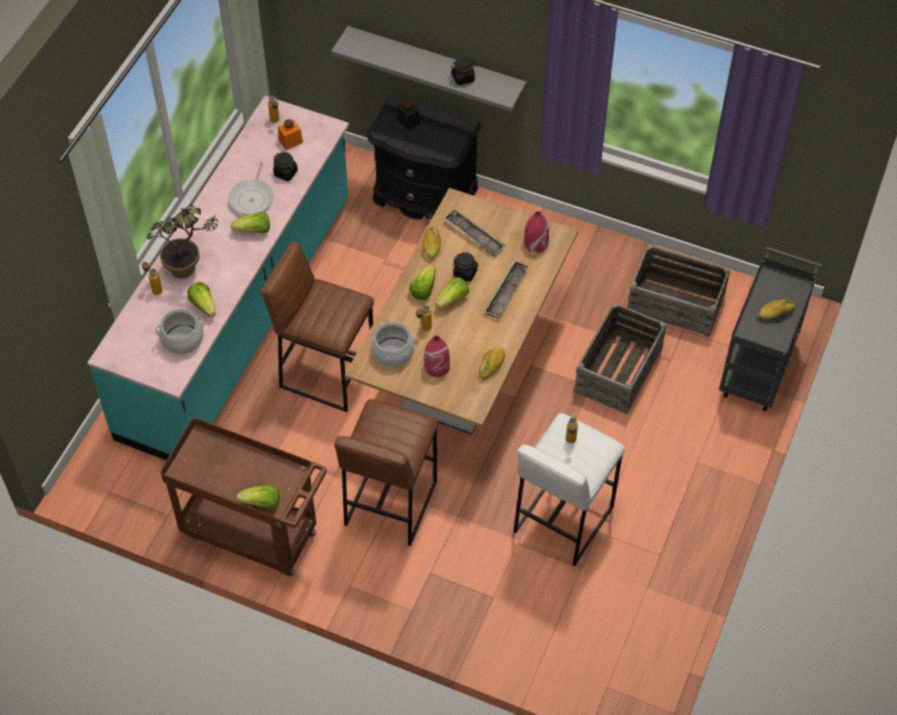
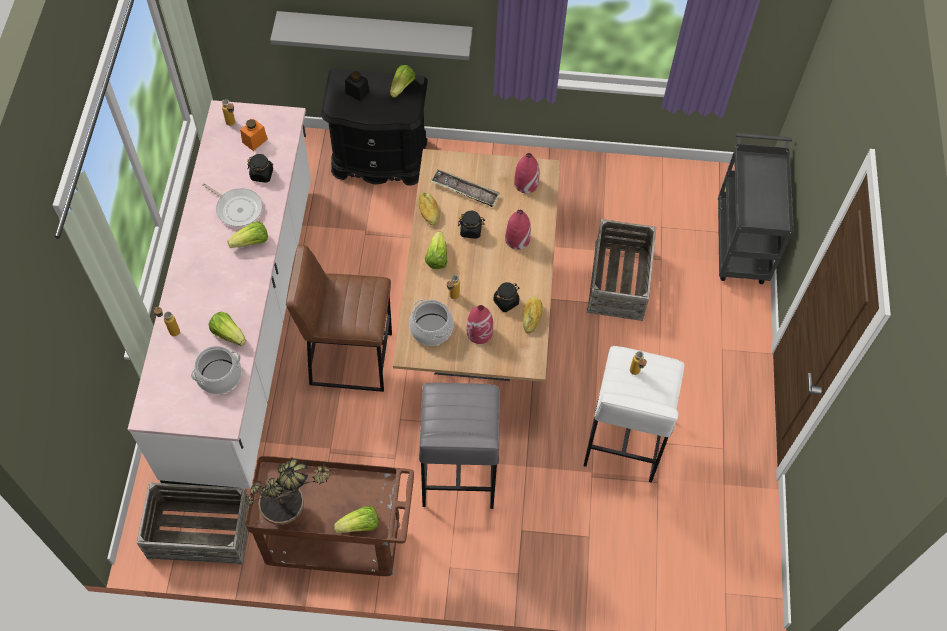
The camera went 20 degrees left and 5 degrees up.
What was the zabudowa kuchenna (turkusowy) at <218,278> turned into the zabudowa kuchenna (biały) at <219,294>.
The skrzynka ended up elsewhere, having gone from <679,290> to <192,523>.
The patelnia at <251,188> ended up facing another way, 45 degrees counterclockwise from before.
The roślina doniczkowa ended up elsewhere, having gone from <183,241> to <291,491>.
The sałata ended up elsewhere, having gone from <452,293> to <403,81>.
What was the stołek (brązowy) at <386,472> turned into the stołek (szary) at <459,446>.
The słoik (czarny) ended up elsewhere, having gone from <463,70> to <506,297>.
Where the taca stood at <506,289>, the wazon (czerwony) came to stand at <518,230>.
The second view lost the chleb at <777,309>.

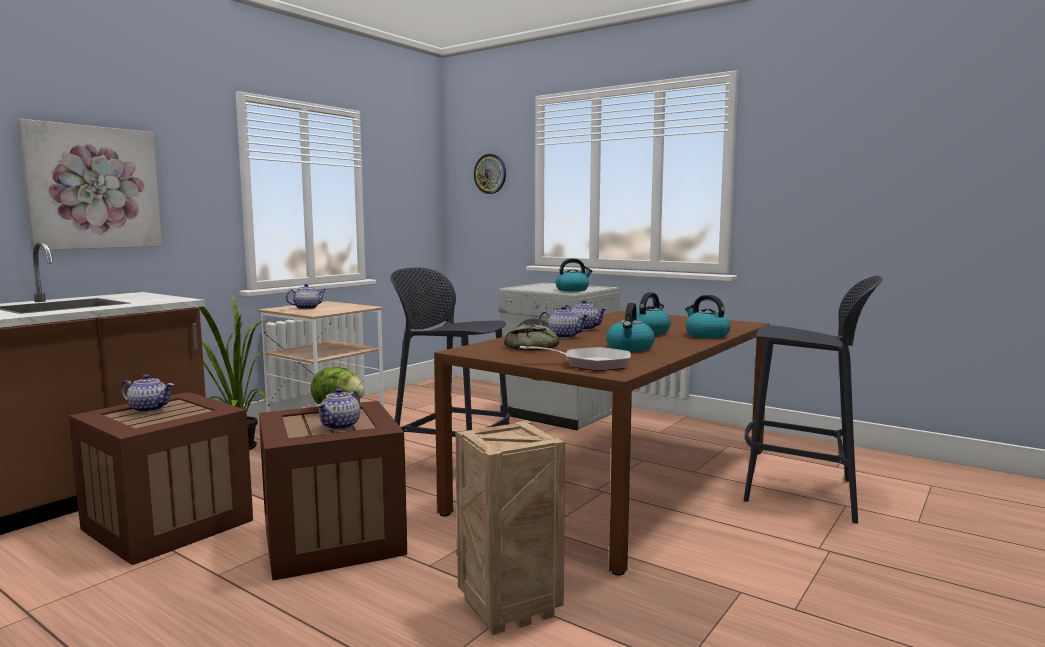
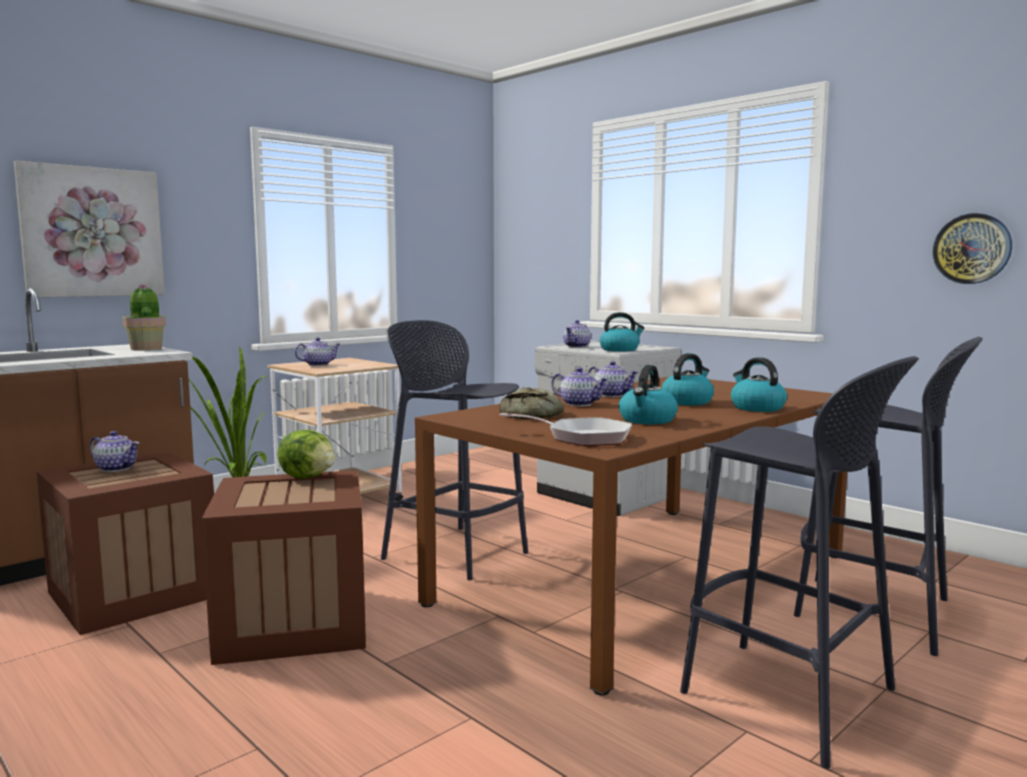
The camera went 10 degrees right and 0 degrees up.
The second view gained the roślina doniczkowa at <144,317>.
The imbryk ended up elsewhere, having gone from <338,409> to <577,334>.
The second view gained the stołek (szary) at <799,562>.
The zegar ścienny ended up elsewhere, having gone from <490,174> to <972,248>.
The second view lost the skrzynka at <510,527>.

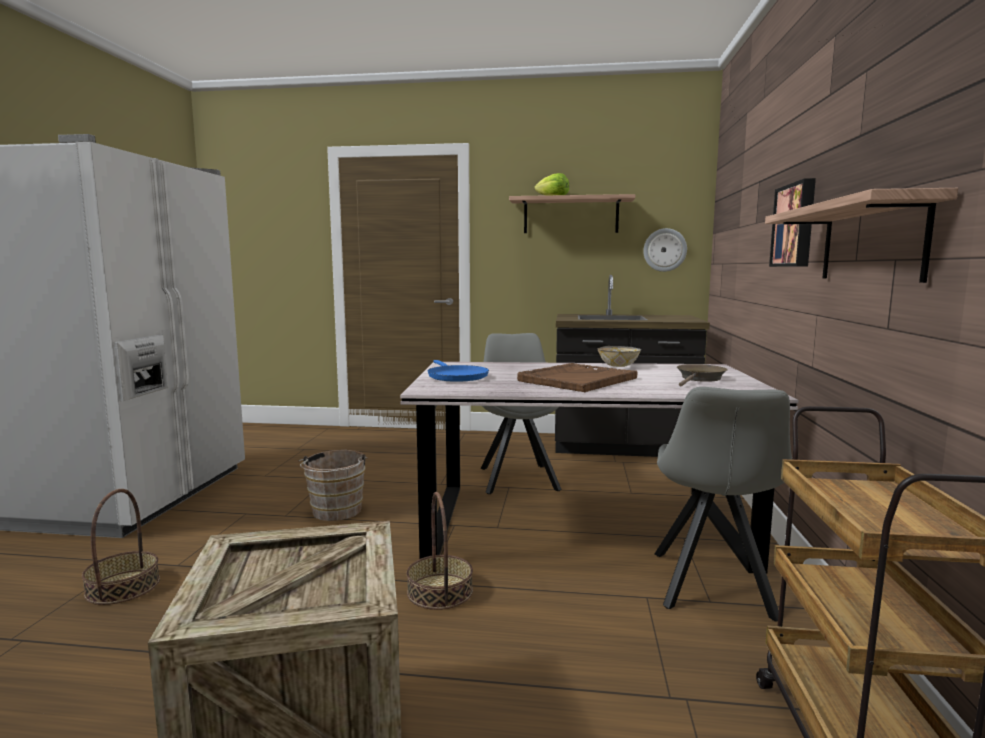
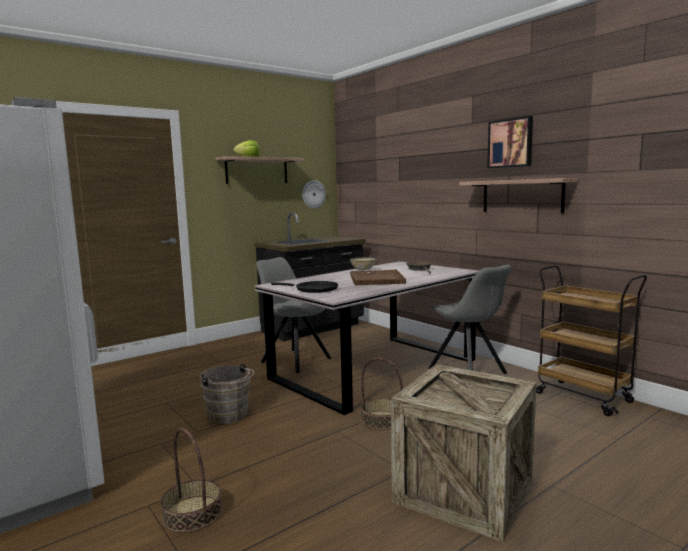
The camera went 45 degrees left and 0 degrees up.
What was the patelnia (niebieski) at <458,371> turned into the patelnia (czarny) at <304,287>.
The obraz ended up elsewhere, having gone from <792,222> to <510,142>.

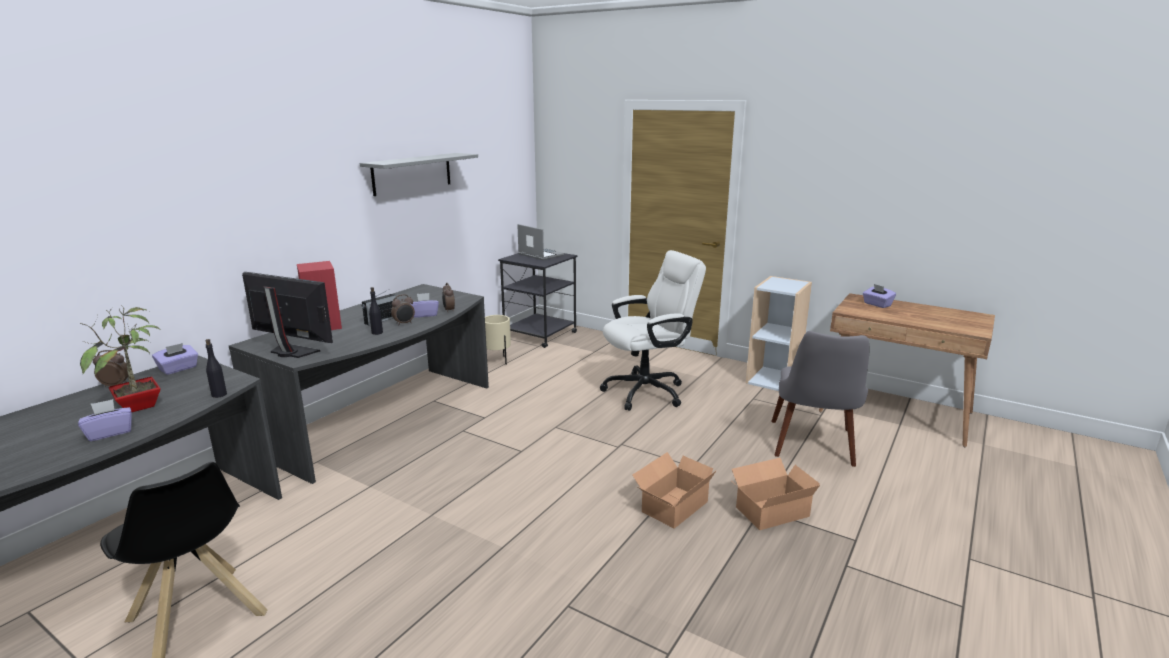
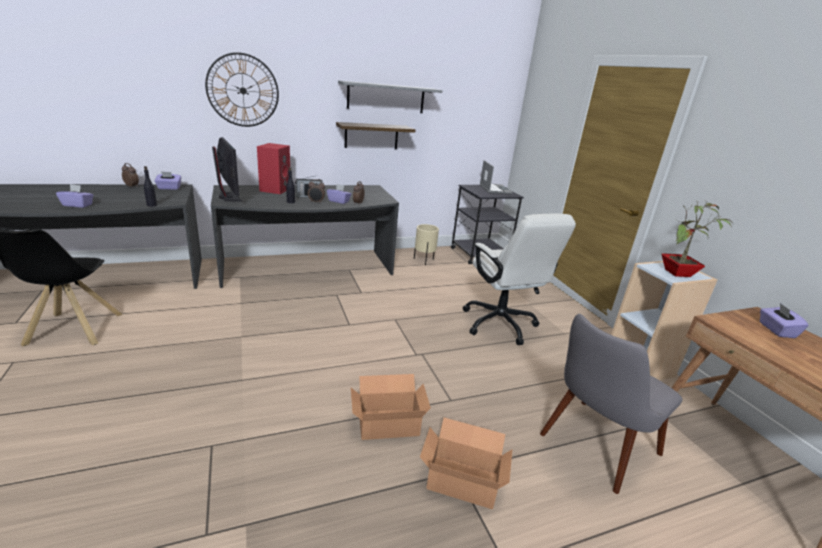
The camera went 35 degrees right and 5 degrees up.
The second view gained the zegar ścienny at <242,89>.
The second view gained the półka at <376,136>.
The krzesło biurowe (biały) at <653,330> ended up facing another way, 60 degrees clockwise from before.
The roślina doniczkowa ended up elsewhere, having gone from <120,358> to <697,238>.

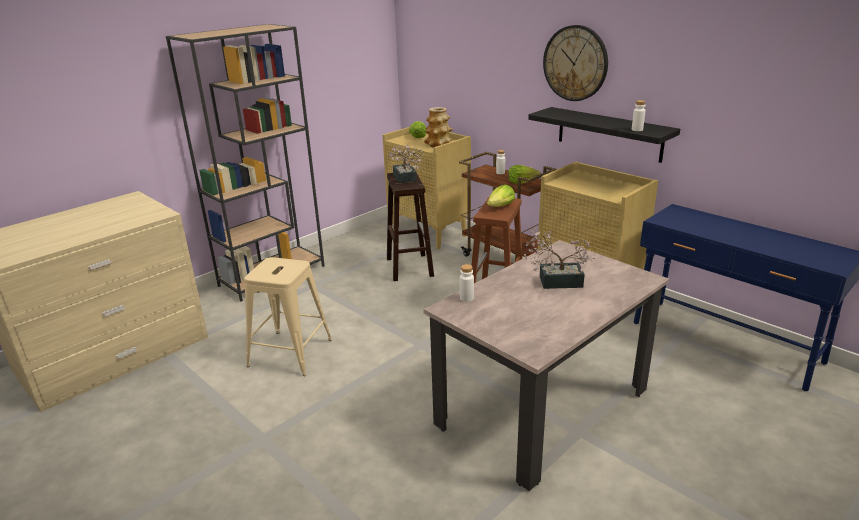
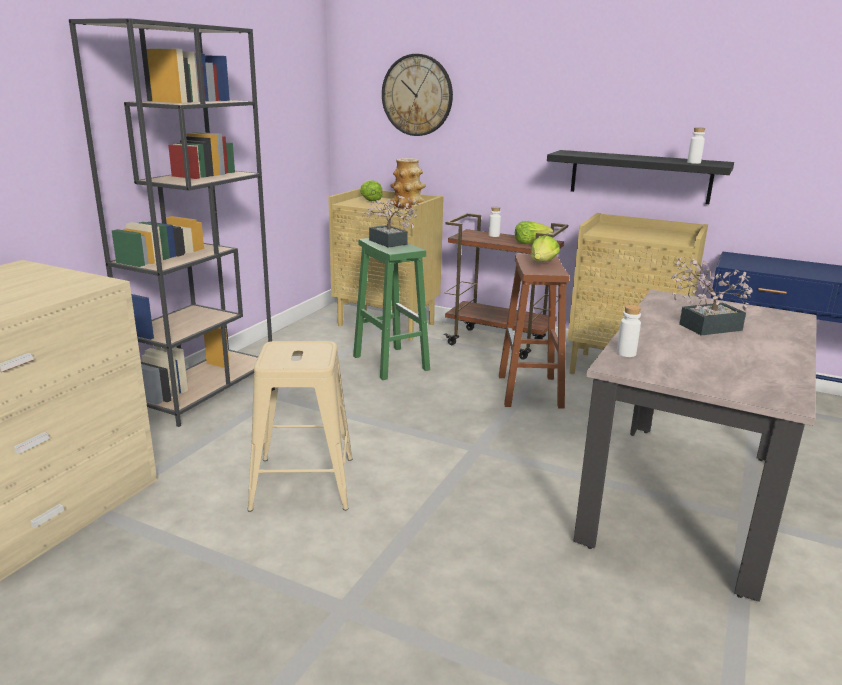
The camera went 20 degrees left and 5 degrees down.
What was the stołek (brązowy) at <410,226> turned into the stołek (zielony) at <391,309>.
The zegar ścienny ended up elsewhere, having gone from <575,63> to <417,95>.

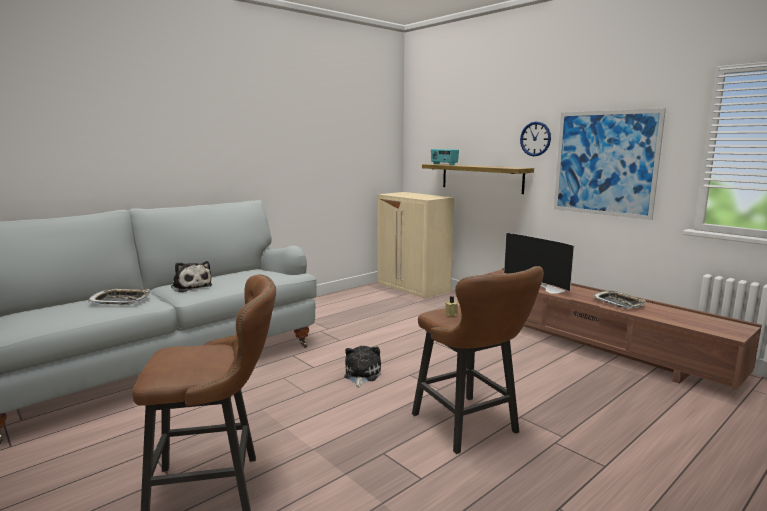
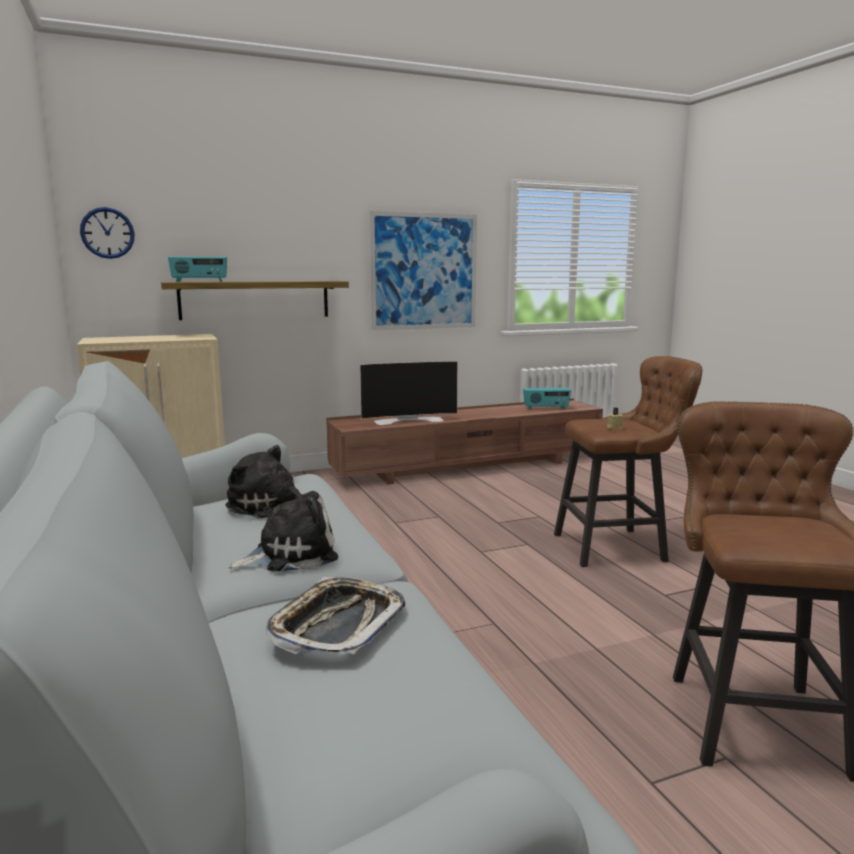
The camera went 70 degrees left and 0 degrees up.
The zegar ścienny ended up elsewhere, having gone from <535,138> to <107,233>.
The pluszak ended up elsewhere, having gone from <362,367> to <260,481>.
The second view gained the radio at <547,399>.
The second view lost the taca at <619,300>.

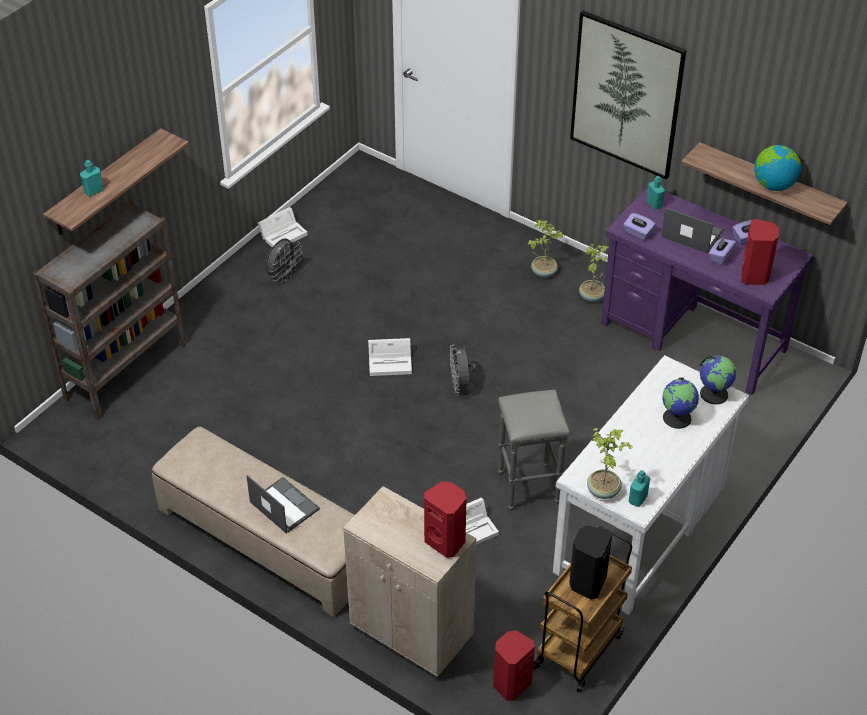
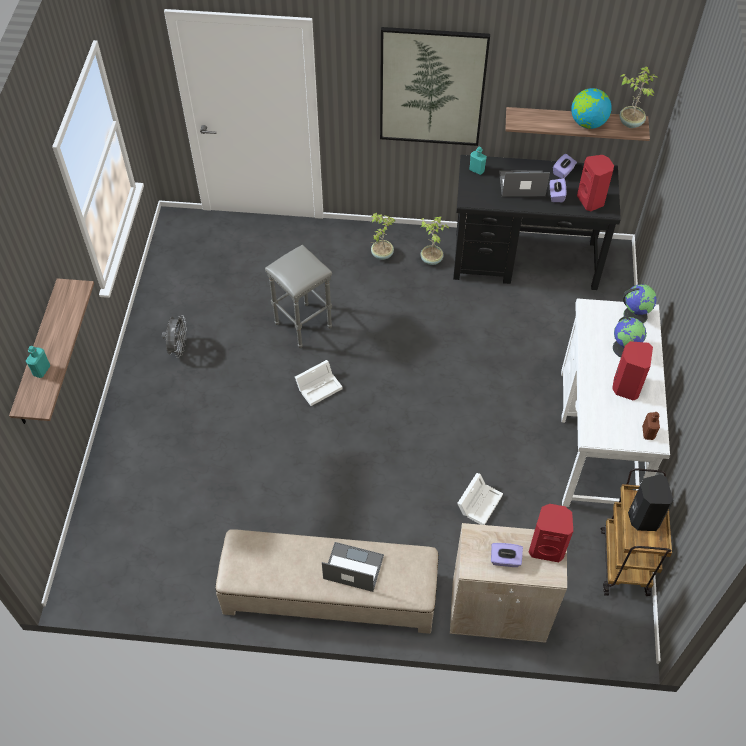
The camera went 30 degrees left and 10 degrees up.
The stołek (szary) ended up elsewhere, having gone from <534,450> to <298,296>.
What was the biurko (fioletowy) at <707,291> turned into the biurko (czarny) at <537,222>.
The pudełko chusteczek (fioletowy) ended up elsewhere, having gone from <639,226> to <507,555>.
The głośnik (czerwony) ended up elsewhere, having gone from <514,665> to <632,371>.
The roślina doniczkowa ended up elsewhere, having gone from <610,463> to <638,97>.
What was the butelka (turkusowy) at <639,488> turned into the butelka (brązowy) at <651,426>.
The second view lost the regał (szary) at <109,310>.
The second view lost the pojemnik do przechowywania (biały) at <283,227>.
The second view lost the wentylator (szary) at <463,369>.

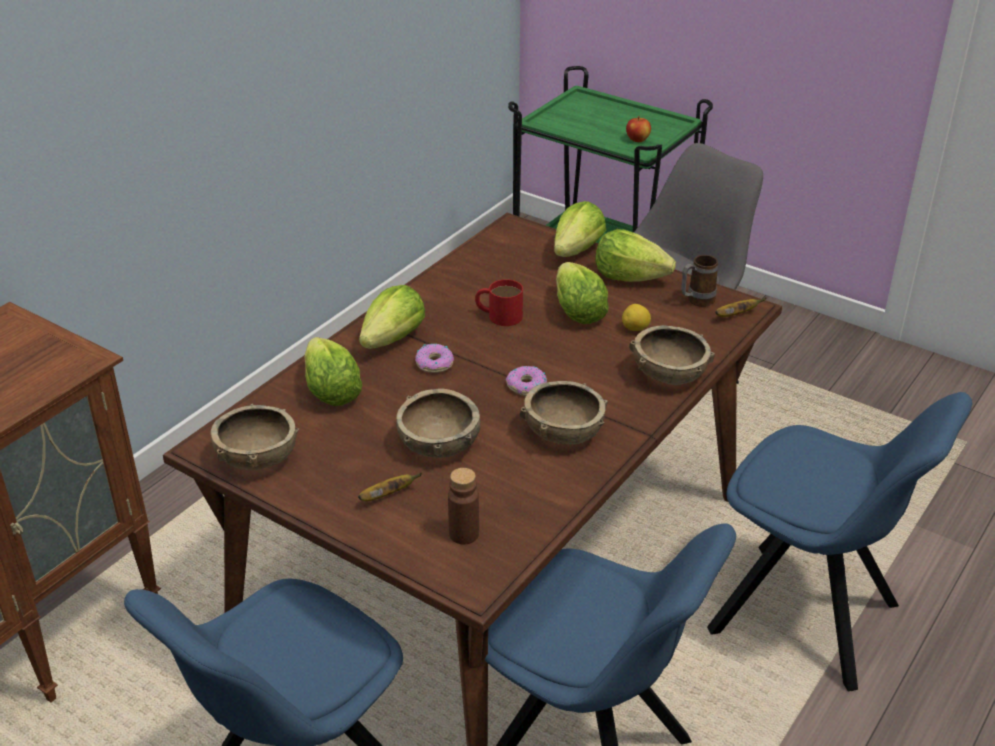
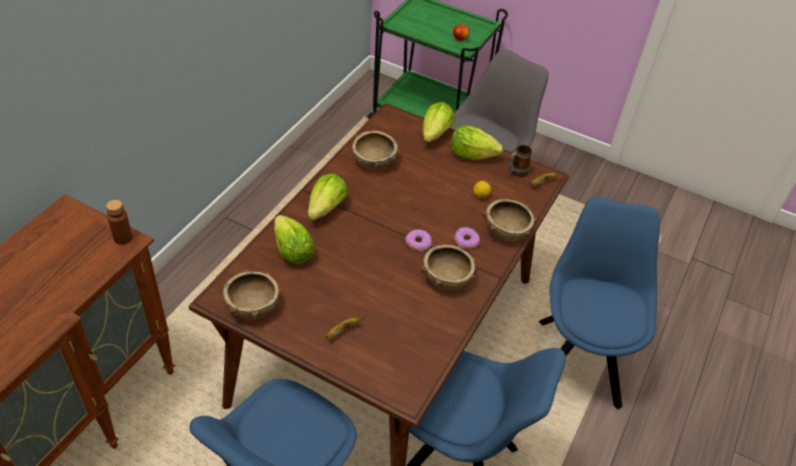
The camera went 10 degrees left and 10 degrees up.
The butelka (brązowy) ended up elsewhere, having gone from <463,506> to <119,222>.
The miska (brązowy) ended up elsewhere, having gone from <438,423> to <375,149>.
The donut ended up elsewhere, having gone from <434,358> to <467,238>.
The krzesło (niebieski) at <839,541> ended up facing another way, 105 degrees counterclockwise from before.
The second view lost the kubek (czerwony) at <499,302>.
The second view lost the sałata at <582,293>.

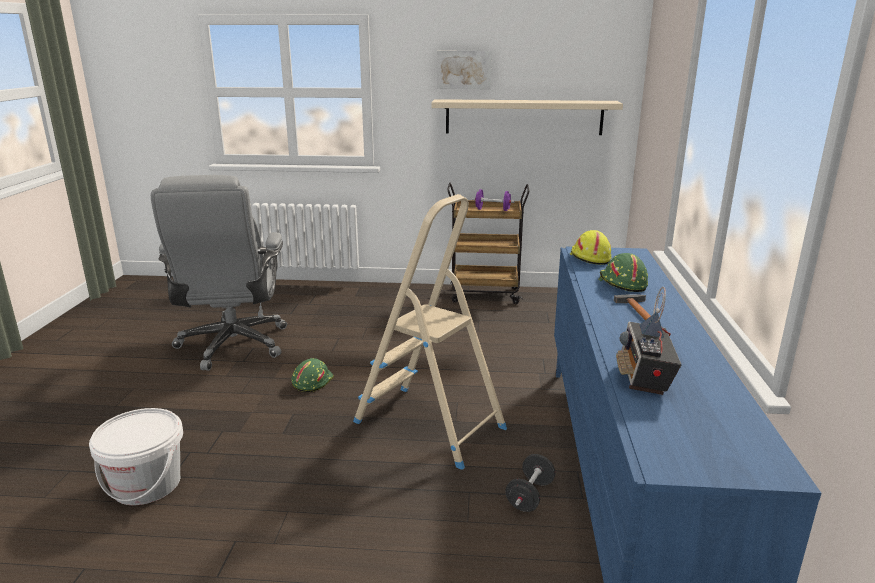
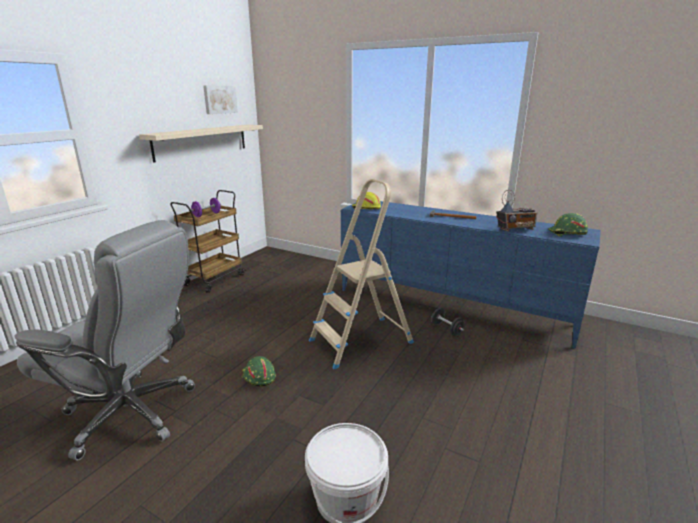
The camera went 65 degrees left and 0 degrees up.
The obraz ended up elsewhere, having gone from <464,70> to <220,99>.
The radio at <649,341> ended up facing another way, 45 degrees counterclockwise from before.
The kask (zielony) ended up elsewhere, having gone from <623,272> to <568,225>.

